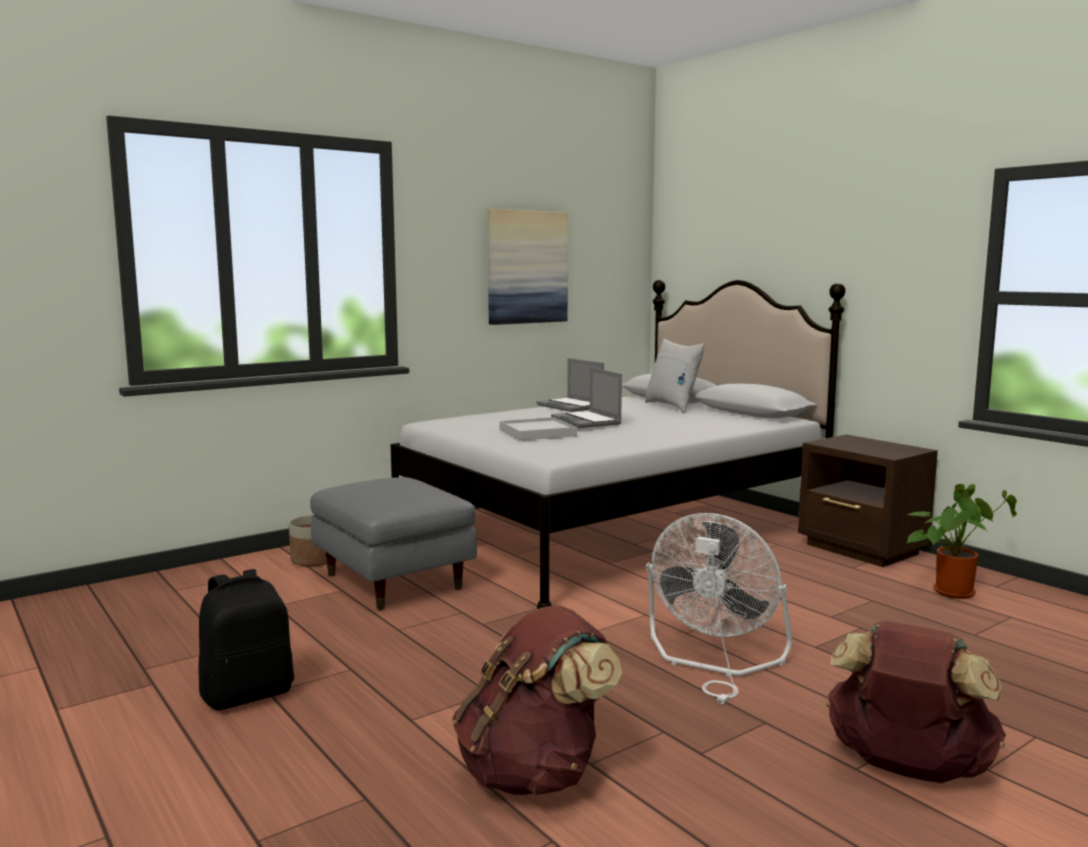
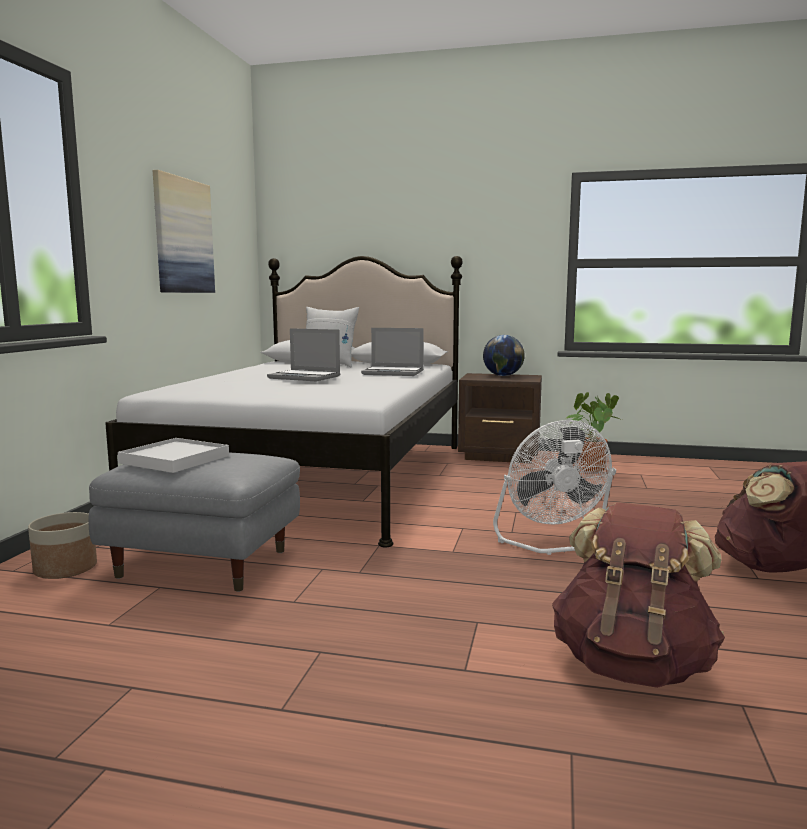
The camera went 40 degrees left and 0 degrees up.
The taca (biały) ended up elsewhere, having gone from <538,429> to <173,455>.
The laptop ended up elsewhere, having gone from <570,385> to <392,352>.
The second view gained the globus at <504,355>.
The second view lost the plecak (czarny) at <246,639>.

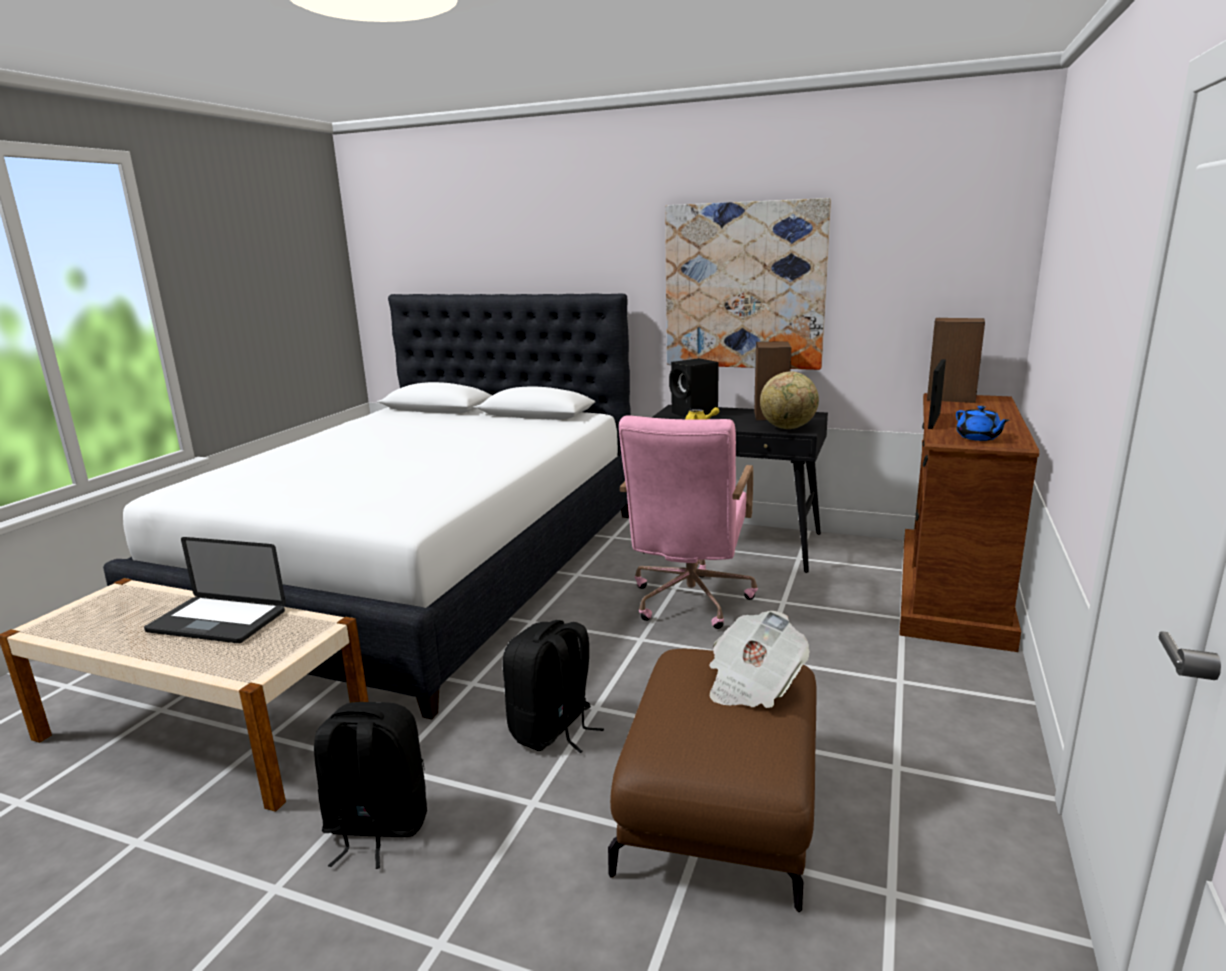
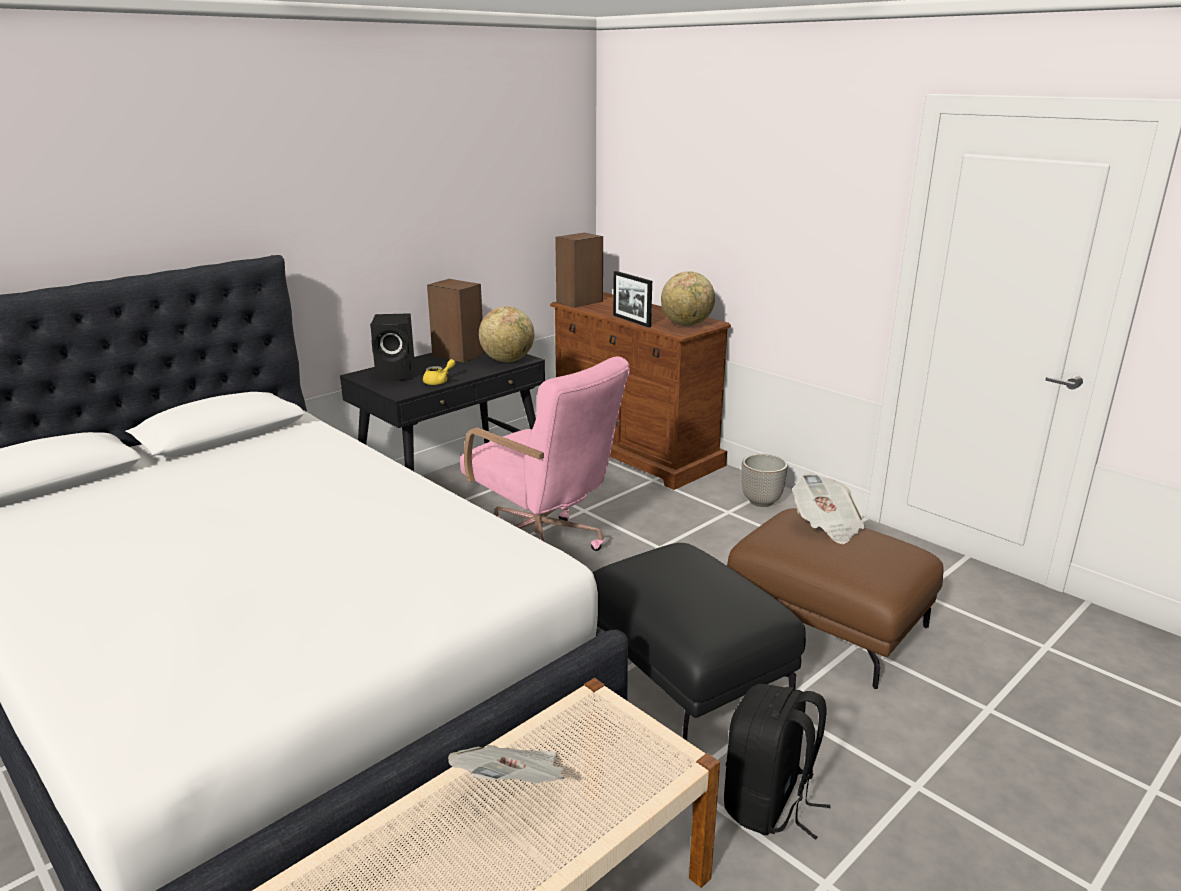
The camera went 65 degrees left and 5 degrees up.
Where the laptop stood at <215,590>, the gazeta came to stand at <506,764>.
Where the plecak (czarny) stood at <553,686>, the pufa (czarny) came to stand at <699,642>.
Where the imbryk (niebieski) stood at <983,423>, the globus came to stand at <688,298>.
The second view gained the donica at <764,480>.
The second view lost the obraz at <748,284>.

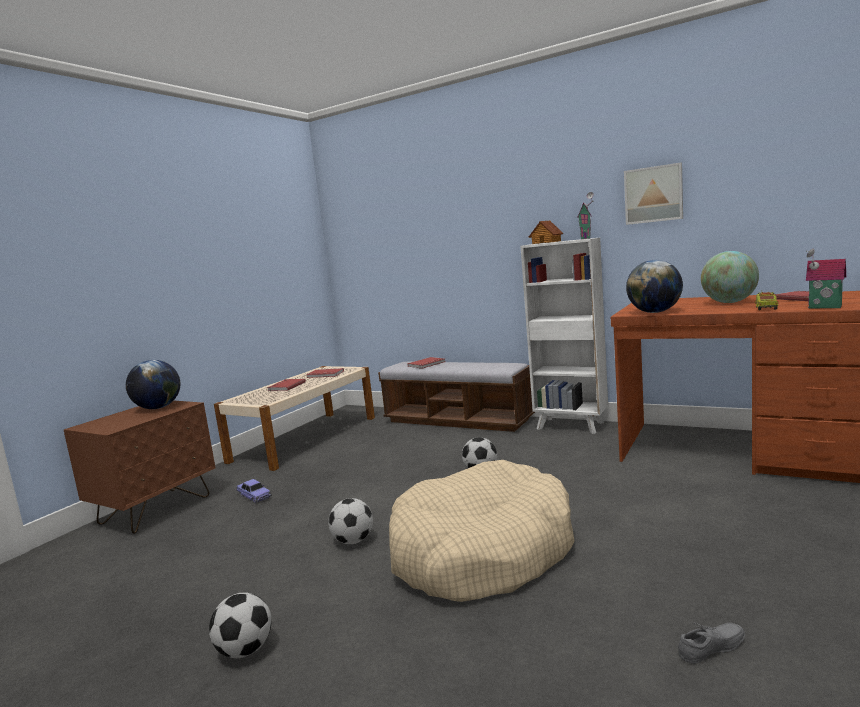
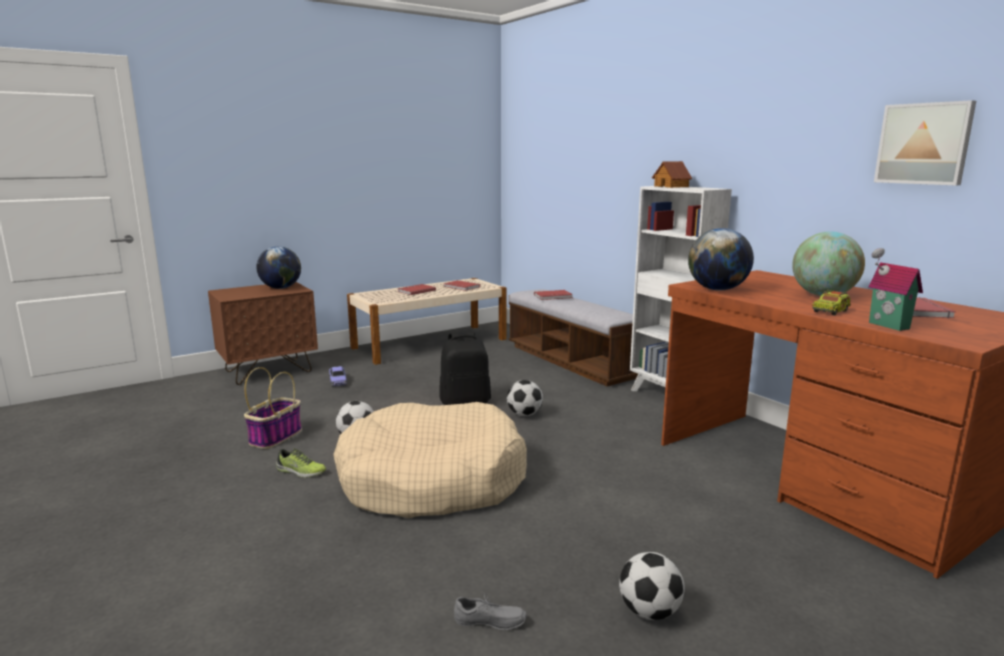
The camera went 25 degrees right and 5 degrees up.
The second view gained the koszyk at <273,408>.
The second view gained the but at <301,463>.
The second view gained the plecak (czarny) at <465,368>.
The piłka futbolowa ended up elsewhere, having gone from <240,625> to <652,586>.
The obraz ended up elsewhere, having gone from <653,193> to <925,142>.
The second view lost the domek at <585,215>.

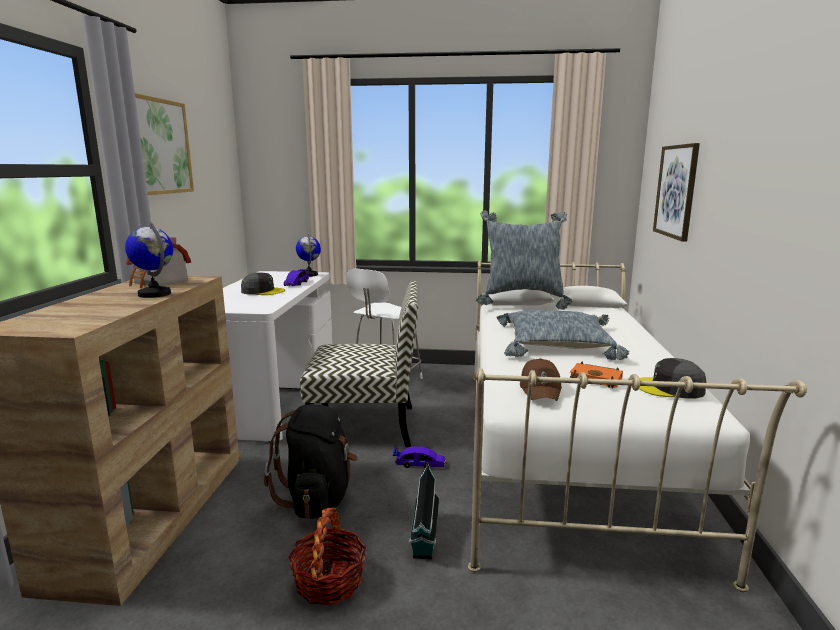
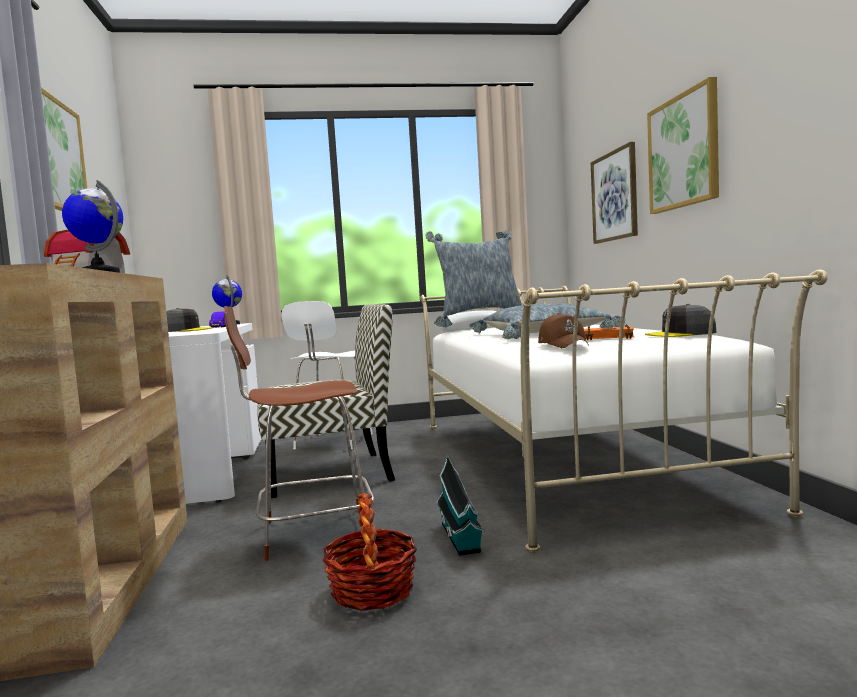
The camera went 15 degrees left and 10 degrees down.
Where the plecak (czarny) stood at <311,461>, the krzesło (brązowy) came to stand at <299,433>.
The second view gained the obraz at <683,145>.
The second view lost the samochodzik at <420,457>.

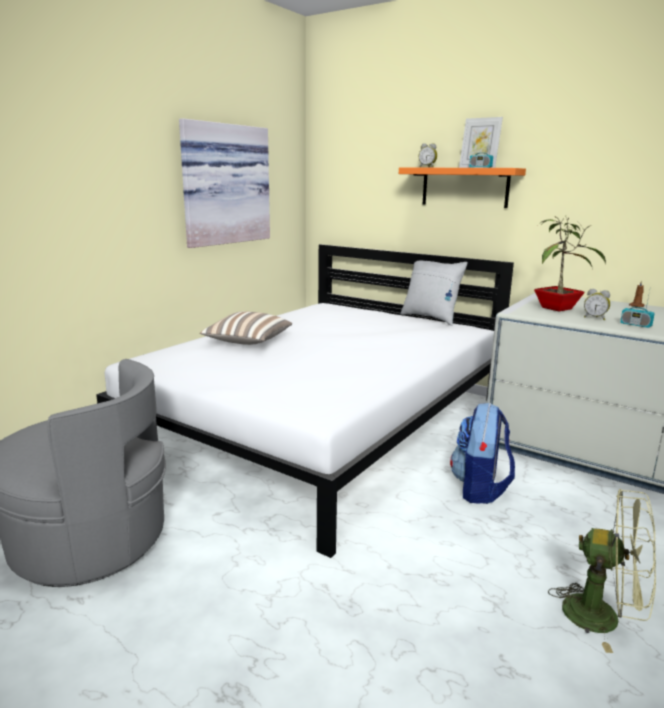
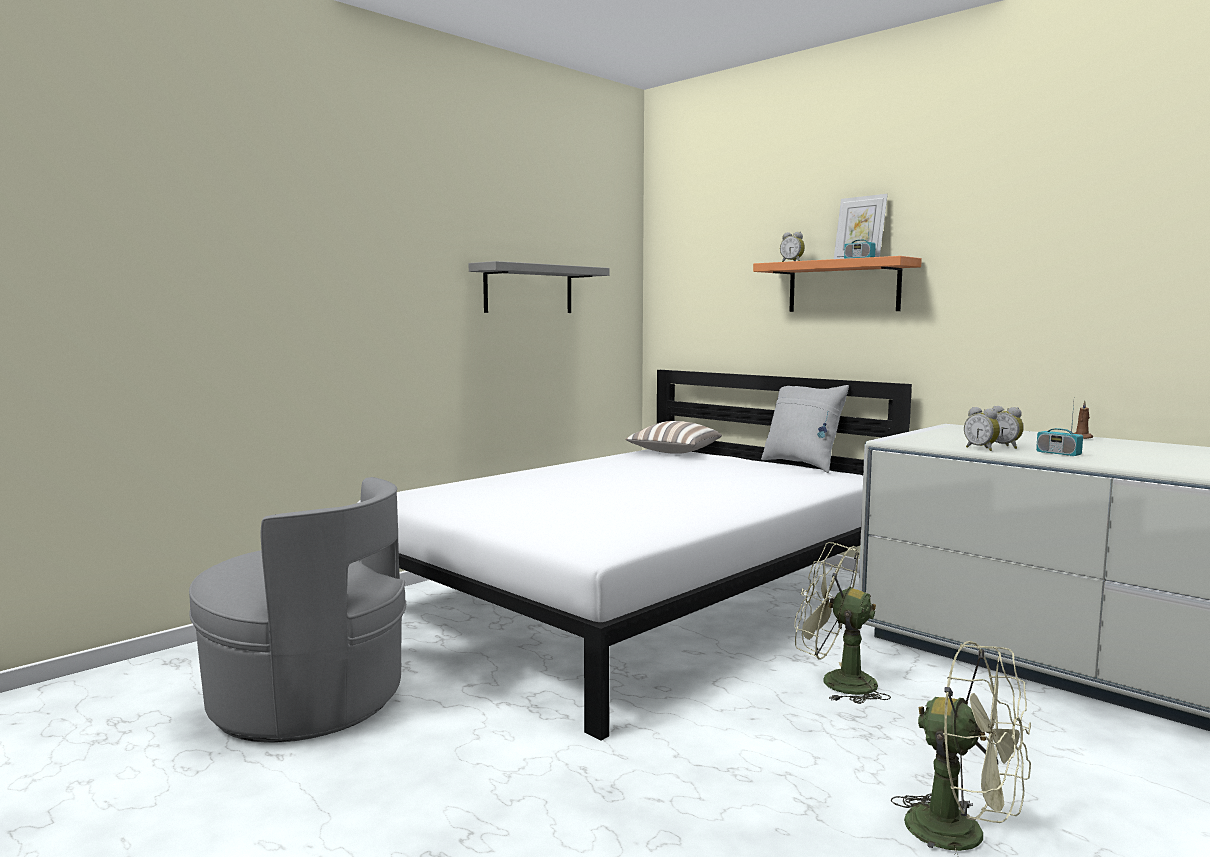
The camera went 10 degrees right and 10 degrees down.
Where the obraz hung at <224,183>, the półka (szary) came to hang at <539,287>.
The poduszka ended up elsewhere, having gone from <246,328> to <674,437>.
Where the plecak stood at <482,453>, the wentylator (zielony) came to stand at <842,623>.
The second view gained the budzik at <982,429>.
The second view lost the roślina doniczkowa at <570,263>.

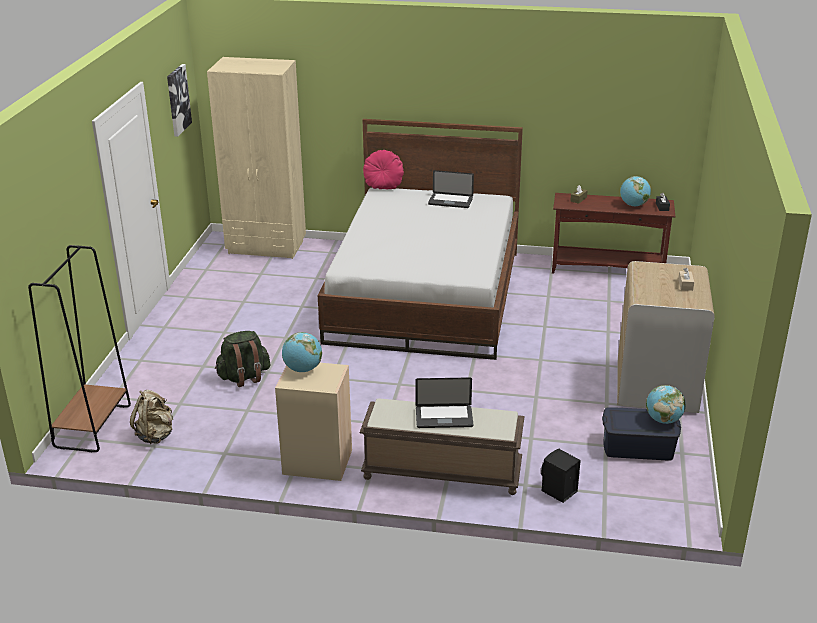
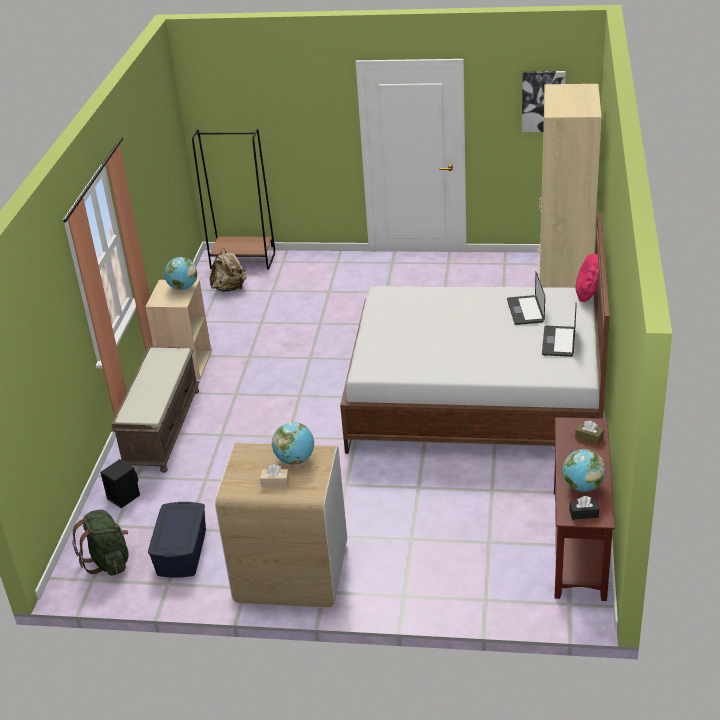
The camera went 90 degrees right and 5 degrees up.
The plecak (zielony) ended up elsewhere, having gone from <242,359> to <100,543>.
The globus ended up elsewhere, having gone from <666,404> to <293,443>.
The laptop ended up elsewhere, having gone from <444,402> to <526,298>.

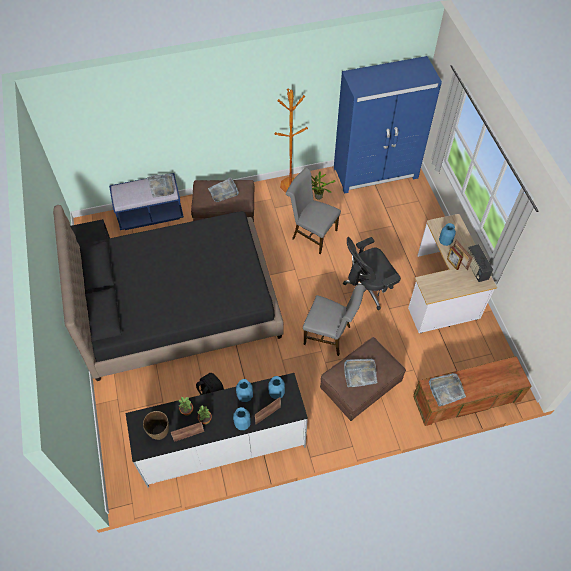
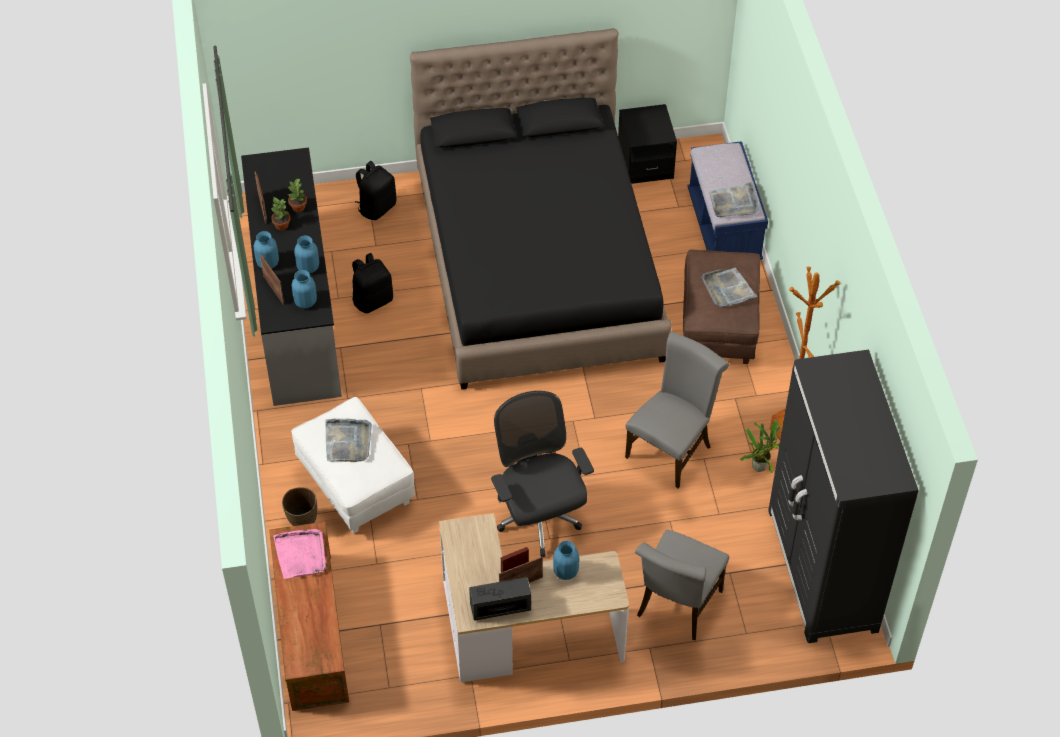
The camera went 95 degrees right and 5 degrees down.
What was the taca (szary) at <447,389> turned into the taca (różowy) at <299,554>.
The wazon (brązowy) ended up elsewhere, having gone from <156,425> to <299,506>.
What was the pufa (brązowy) at <363,379> turned into the pufa (biały) at <353,465>.
The second view gained the plecak (czarny) at <375,190>.
The krzesło (szary) ended up elsewhere, having gone from <334,320> to <682,585>.
What was the szafka (niebieski) at <388,124> turned into the szafka (czarny) at <843,496>.

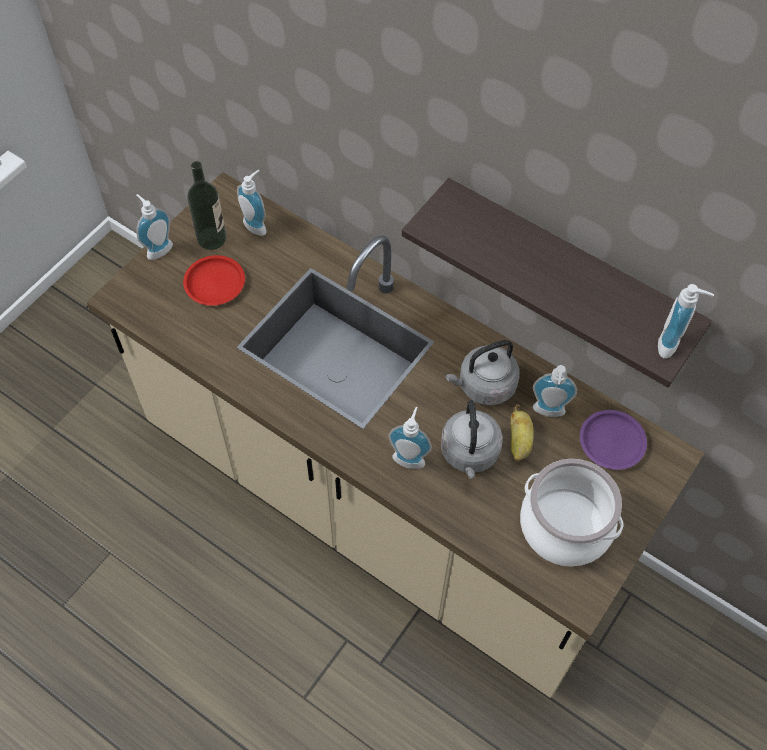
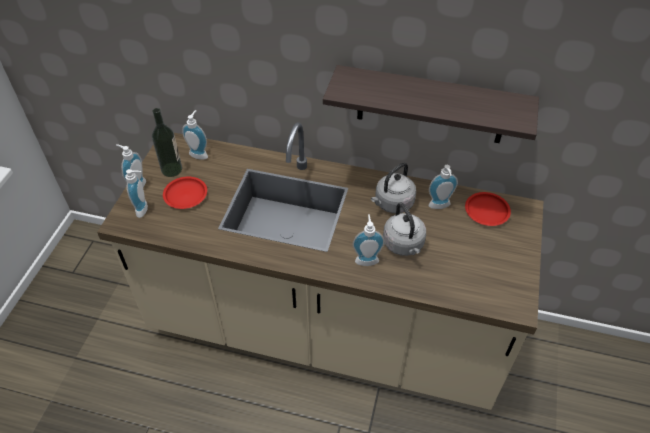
The camera went 20 degrees left and 10 degrees down.
The dozownik mydła ended up elsewhere, having gone from <686,321> to <136,193>.
What was the talerz (fioletowy) at <613,440> turned into the talerz (czerwony) at <488,209>.
The second view lost the banan at <522,433>.
The second view lost the garnek at <572,512>.

